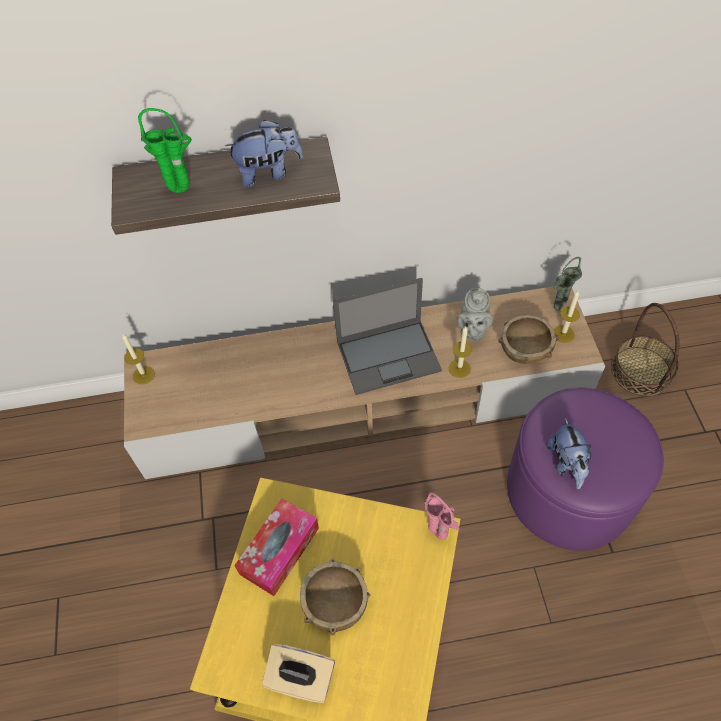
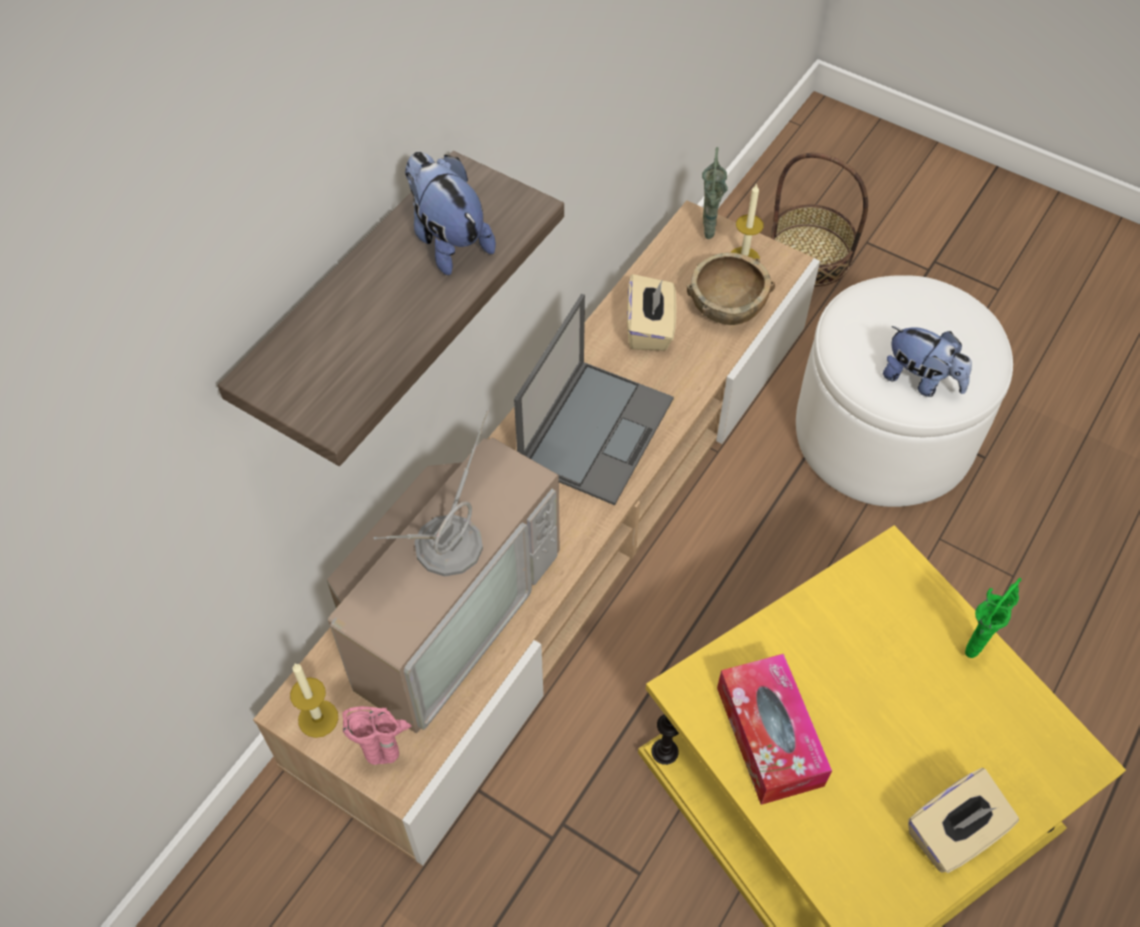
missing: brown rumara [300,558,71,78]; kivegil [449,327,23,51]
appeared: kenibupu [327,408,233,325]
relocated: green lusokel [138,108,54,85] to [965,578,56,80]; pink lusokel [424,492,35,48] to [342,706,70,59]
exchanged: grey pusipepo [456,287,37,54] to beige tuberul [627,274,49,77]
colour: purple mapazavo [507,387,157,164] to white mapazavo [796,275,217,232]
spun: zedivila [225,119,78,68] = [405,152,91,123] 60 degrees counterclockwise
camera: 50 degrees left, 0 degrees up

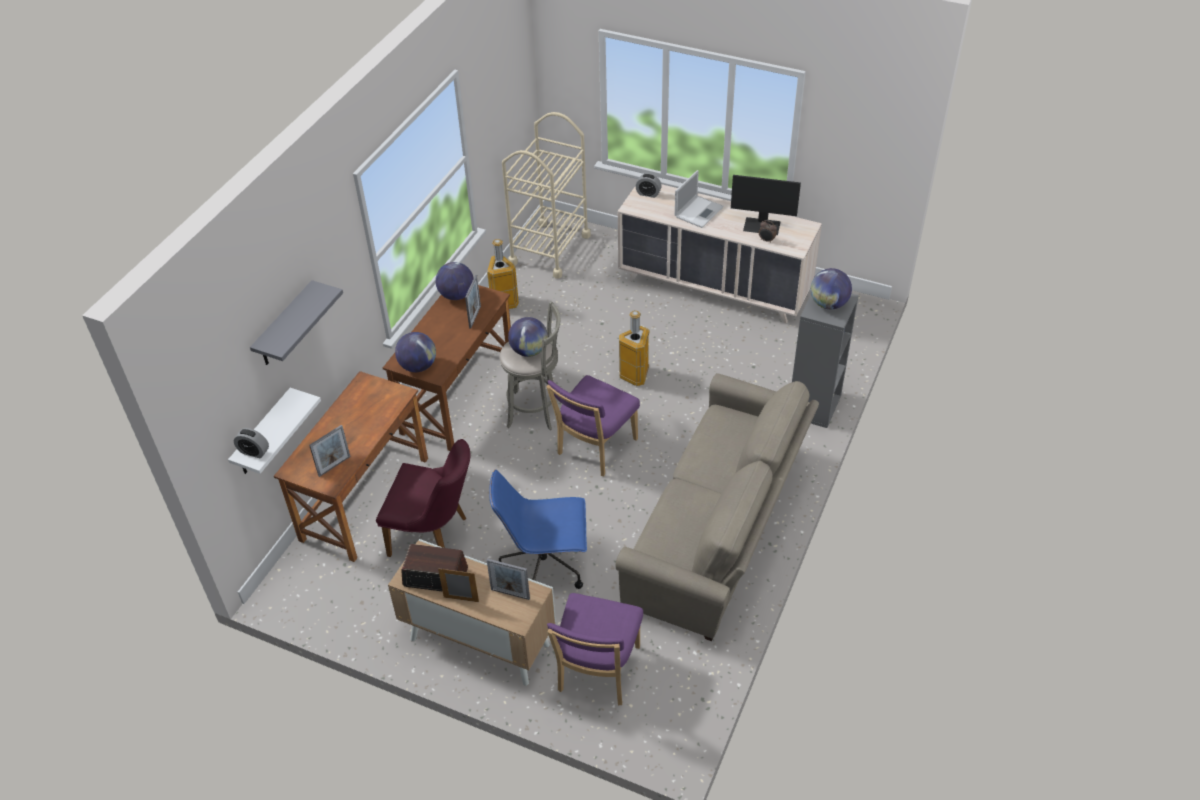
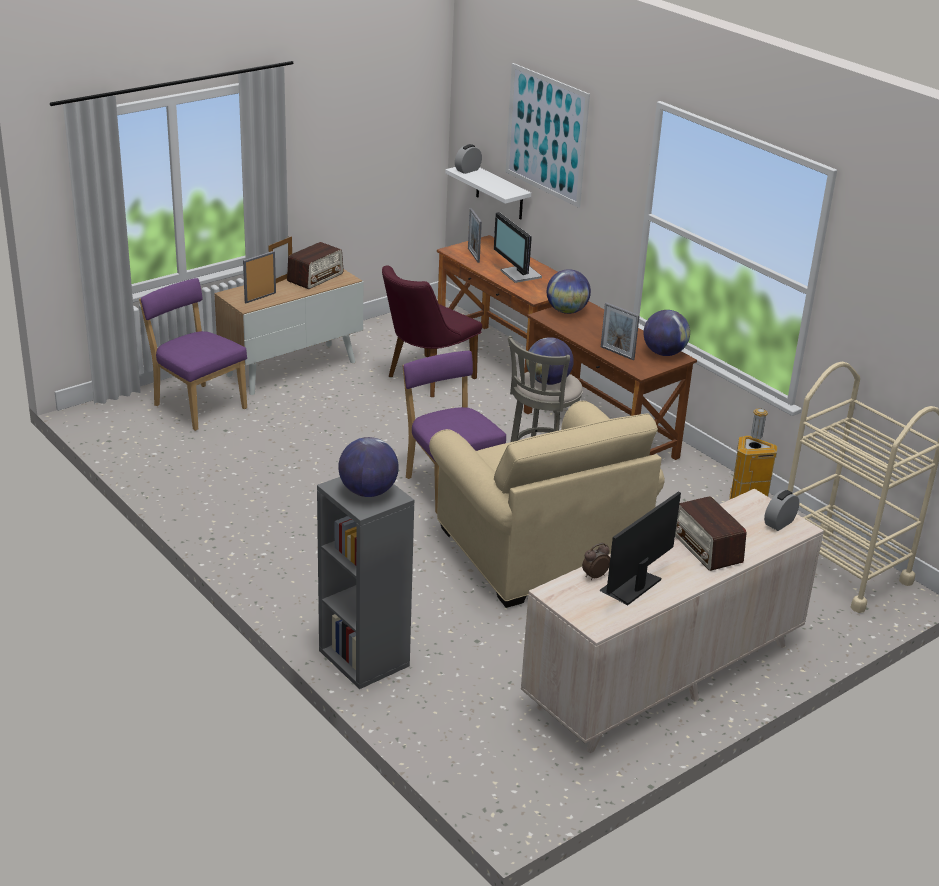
missing: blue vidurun [489,469,98,120]; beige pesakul [615,373,204,268]
appeared: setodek [494,212,48,71]
exchanged: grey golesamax [250,280,93,85] to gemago [505,63,85,145]; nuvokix [619,310,30,76] to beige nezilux [429,401,236,207]; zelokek [675,170,49,58] to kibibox [675,496,71,75]
camera: 115 degrees right, 15 degrees down

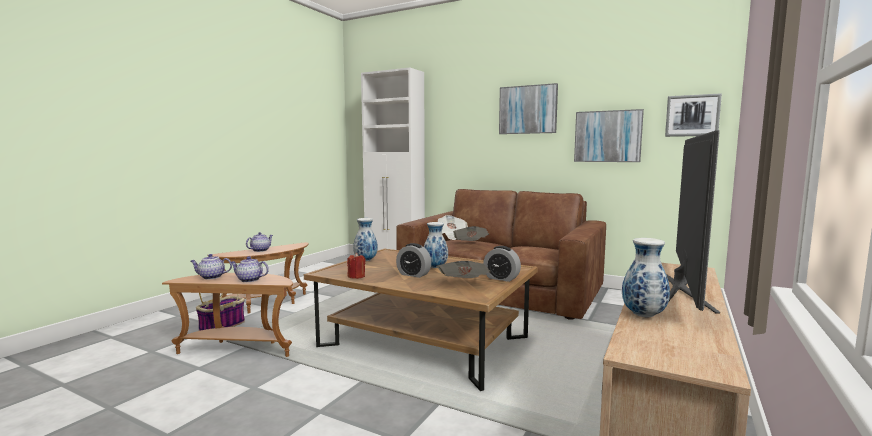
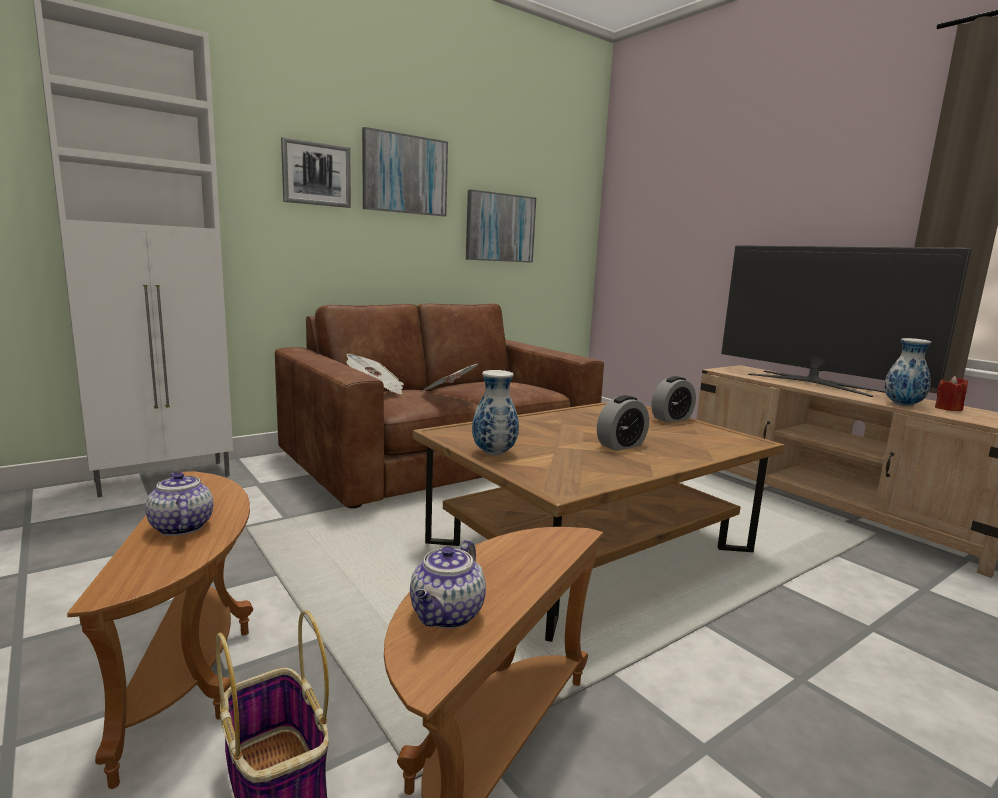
missing: pusipepo [230,256,39,26]; lusokel [424,222,24,46]; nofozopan [436,261,55,17]
relocated: red kivegil [347,253,19,26] to [935,376,33,35]; gemago [665,93,57,44] to [281,137,70,71]
camera: 65 degrees left, 5 degrees up

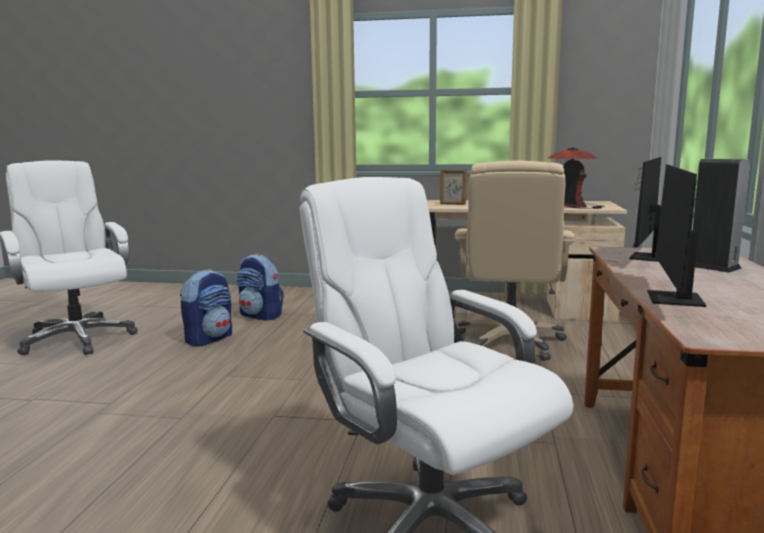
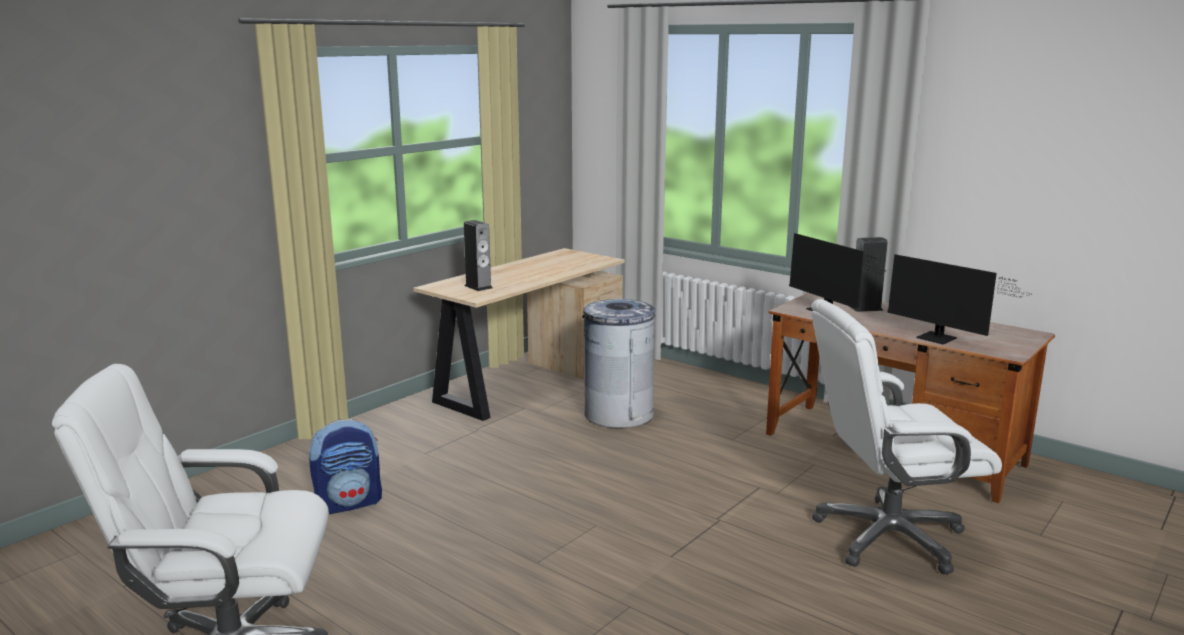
missing: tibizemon [180,269,52,78]; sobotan [548,147,57,62]
exchanged: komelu [440,169,27,36] to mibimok [464,220,28,71]; beige vidurun [455,160,121,201] to grey nuvokix [583,299,73,129]
camera: 60 degrees left, 5 degrees up

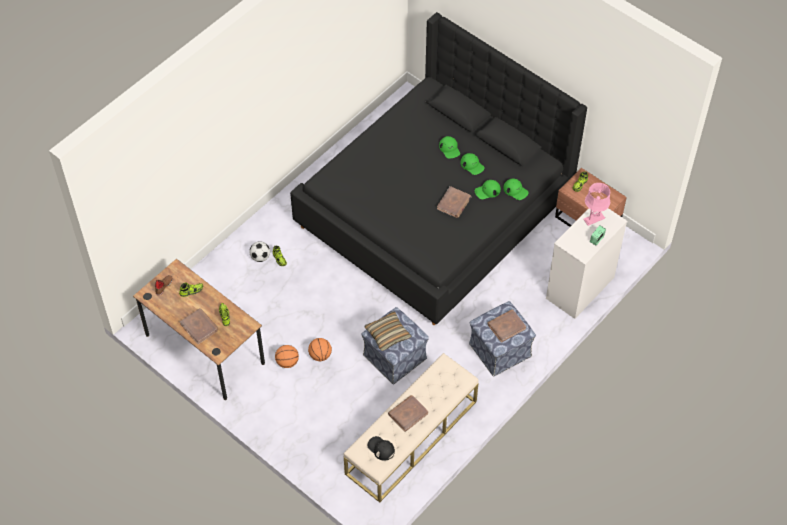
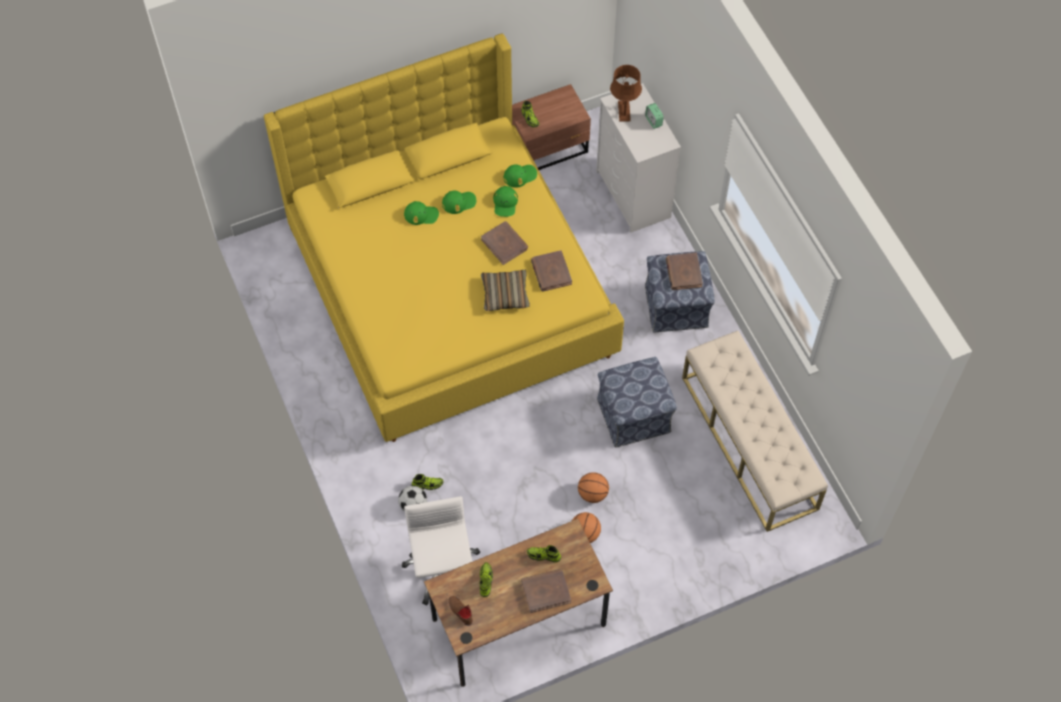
missing: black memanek [367,436,28,25]
appeared: white vidurun [402,496,78,109]
relocated: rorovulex [365,312,47,39] to [481,270,49,41]; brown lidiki [388,395,40,37] to [531,250,41,42]
colour: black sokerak [290,12,297,313] to yellow sokerak [264,33,360,409]; pink sobotan [583,183,27,43] to brown sobotan [610,65,32,57]
camera: 65 degrees left, 5 degrees up

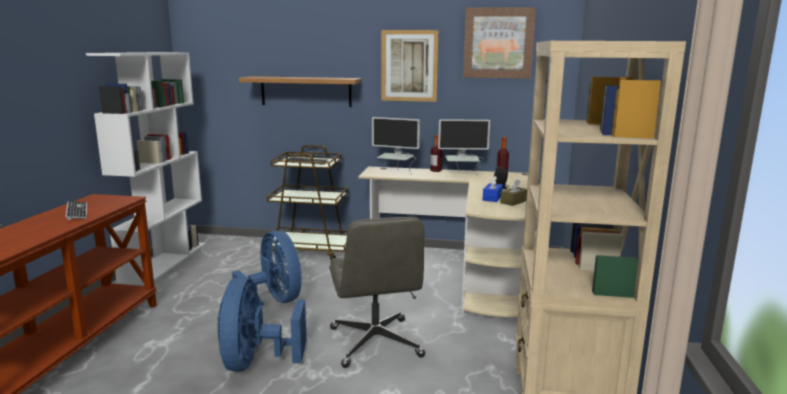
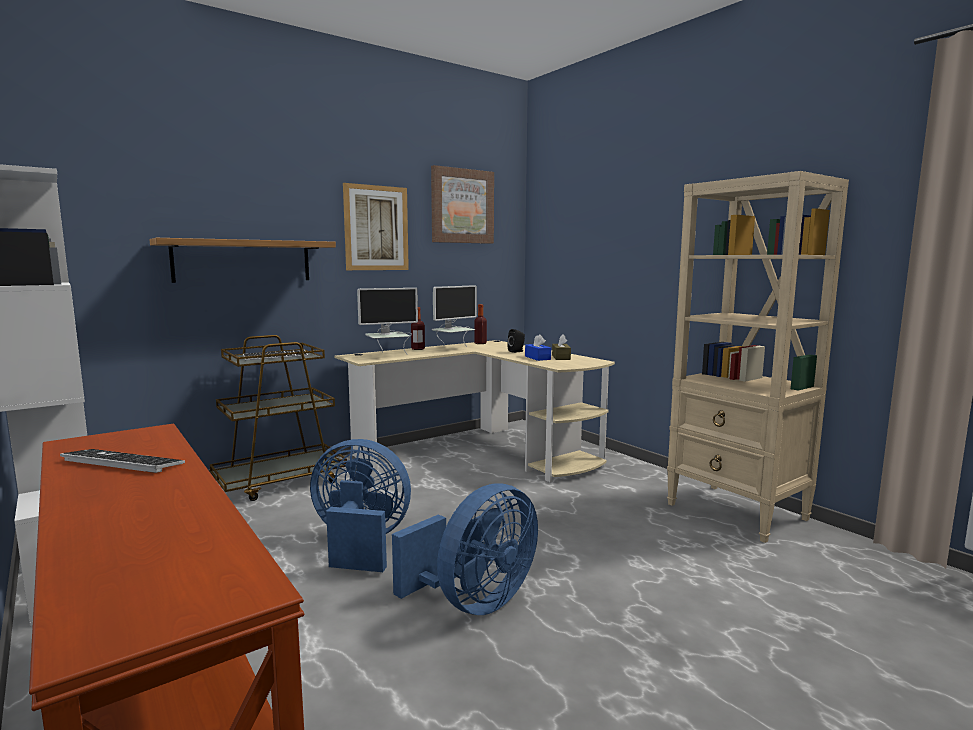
missing: grey vidurun [330,217,95,151]
spun: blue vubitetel [217,277,90,95] = [392,483,146,132] 90 degrees counterclockwise
camera: 45 degrees left, 5 degrees down

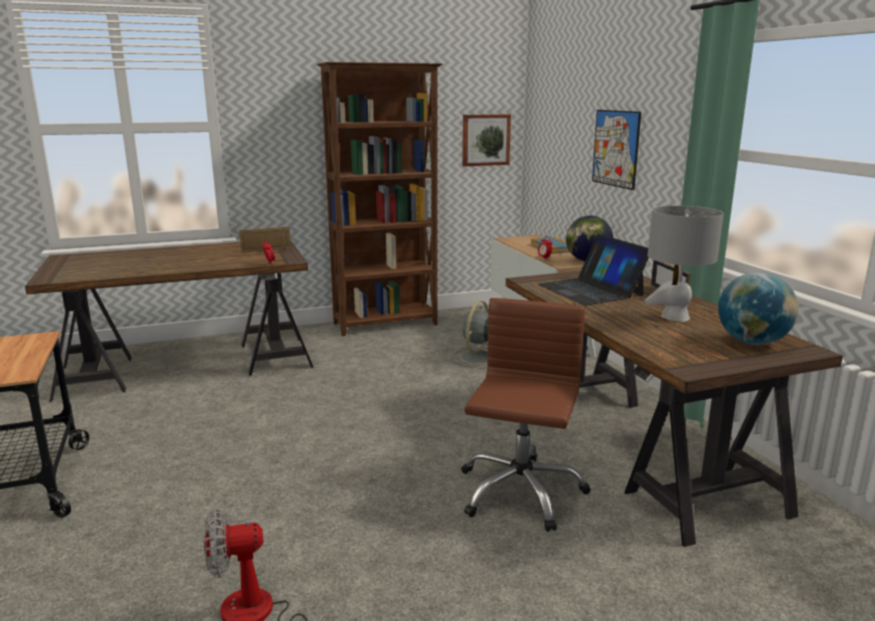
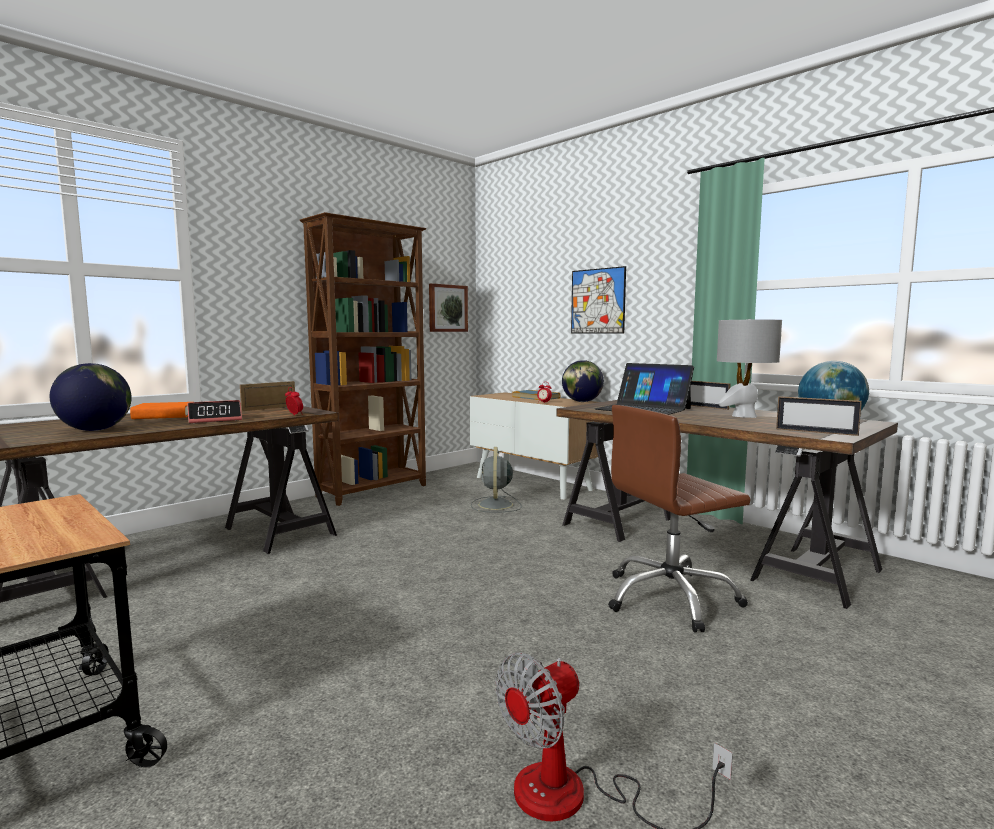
appeared: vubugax [50,363,81,68]; orange lidiki [130,402,59,17]; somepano [187,400,55,23]; komelu [776,396,86,40]
spun: brown vidurun [461,298,130,234] = [608,405,143,227] 105 degrees counterclockwise
camera: 25 degrees left, 10 degrees down

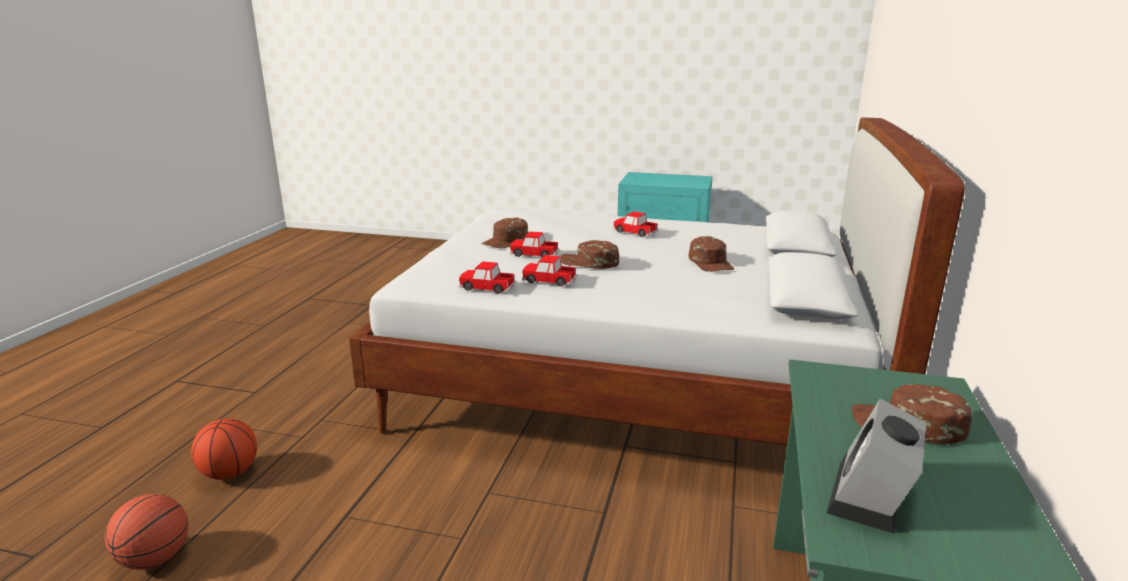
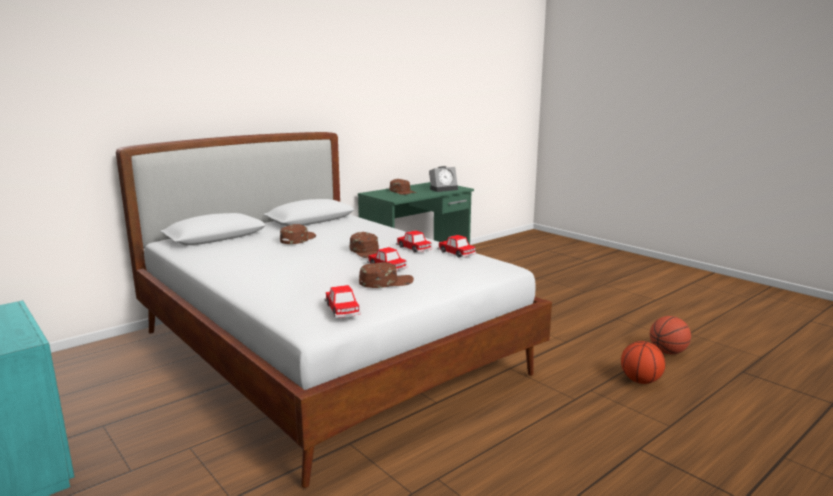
relocated: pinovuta [613,211,46,26] to [325,285,36,33]
camera: 145 degrees left, 5 degrees down

